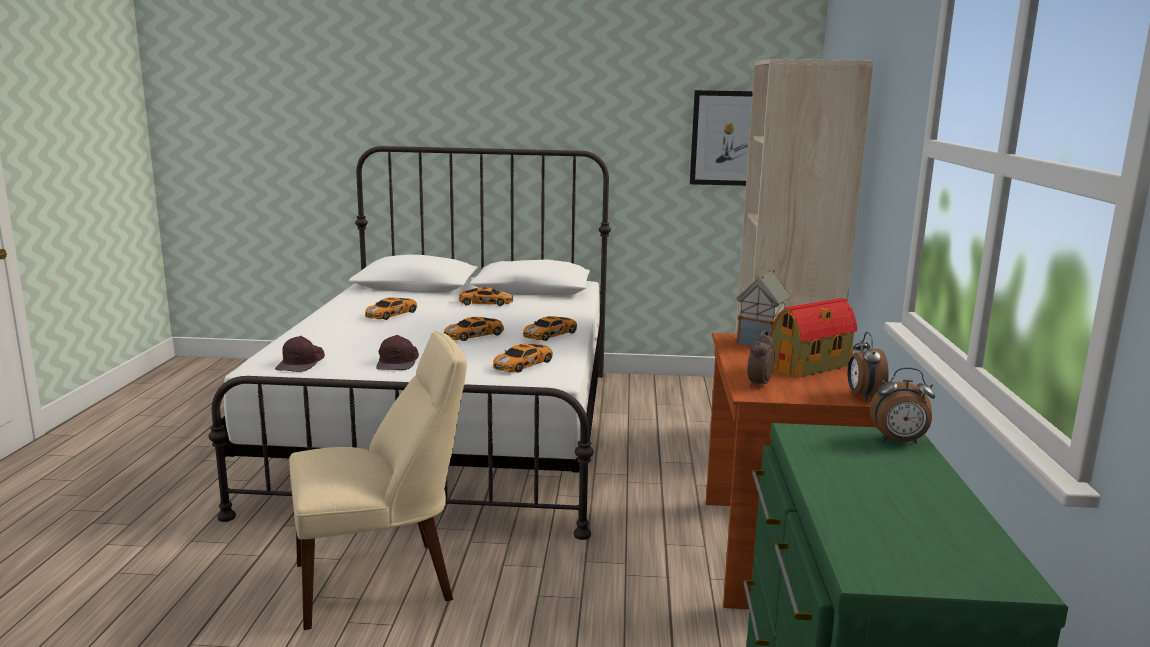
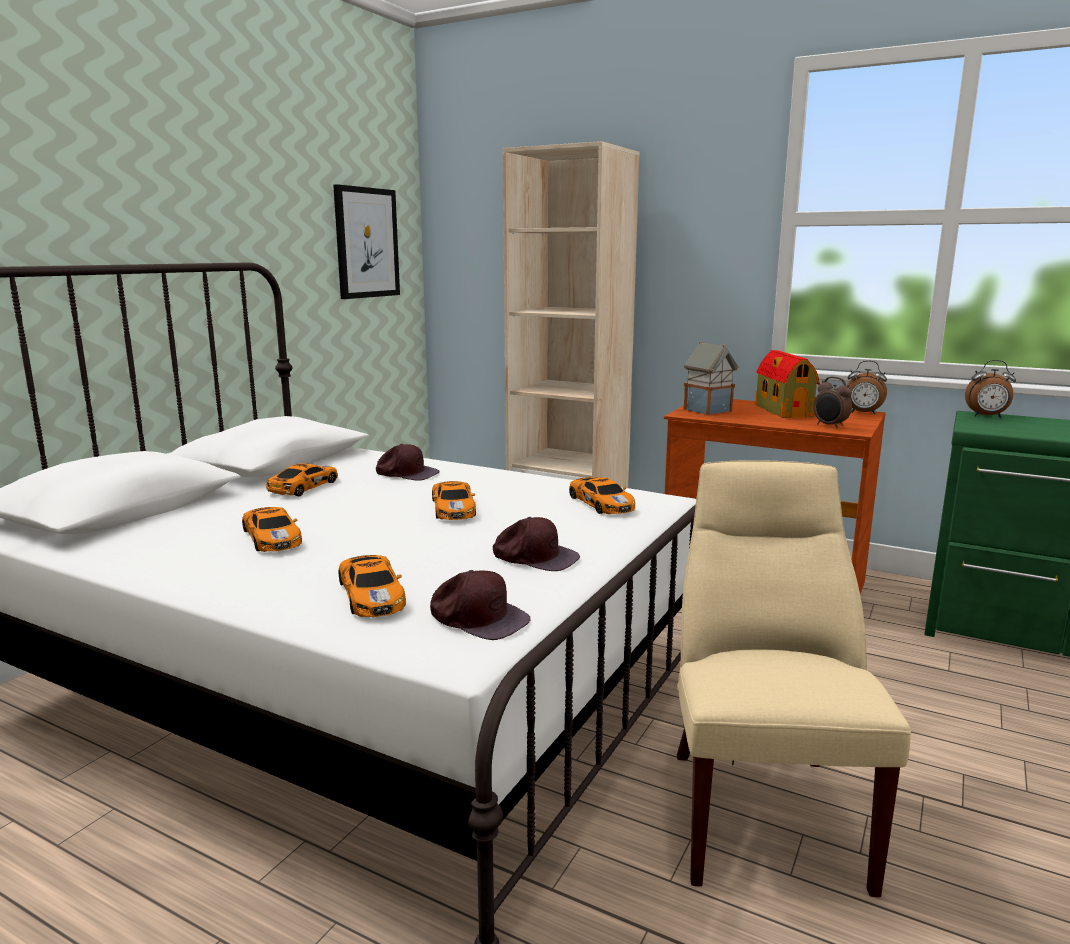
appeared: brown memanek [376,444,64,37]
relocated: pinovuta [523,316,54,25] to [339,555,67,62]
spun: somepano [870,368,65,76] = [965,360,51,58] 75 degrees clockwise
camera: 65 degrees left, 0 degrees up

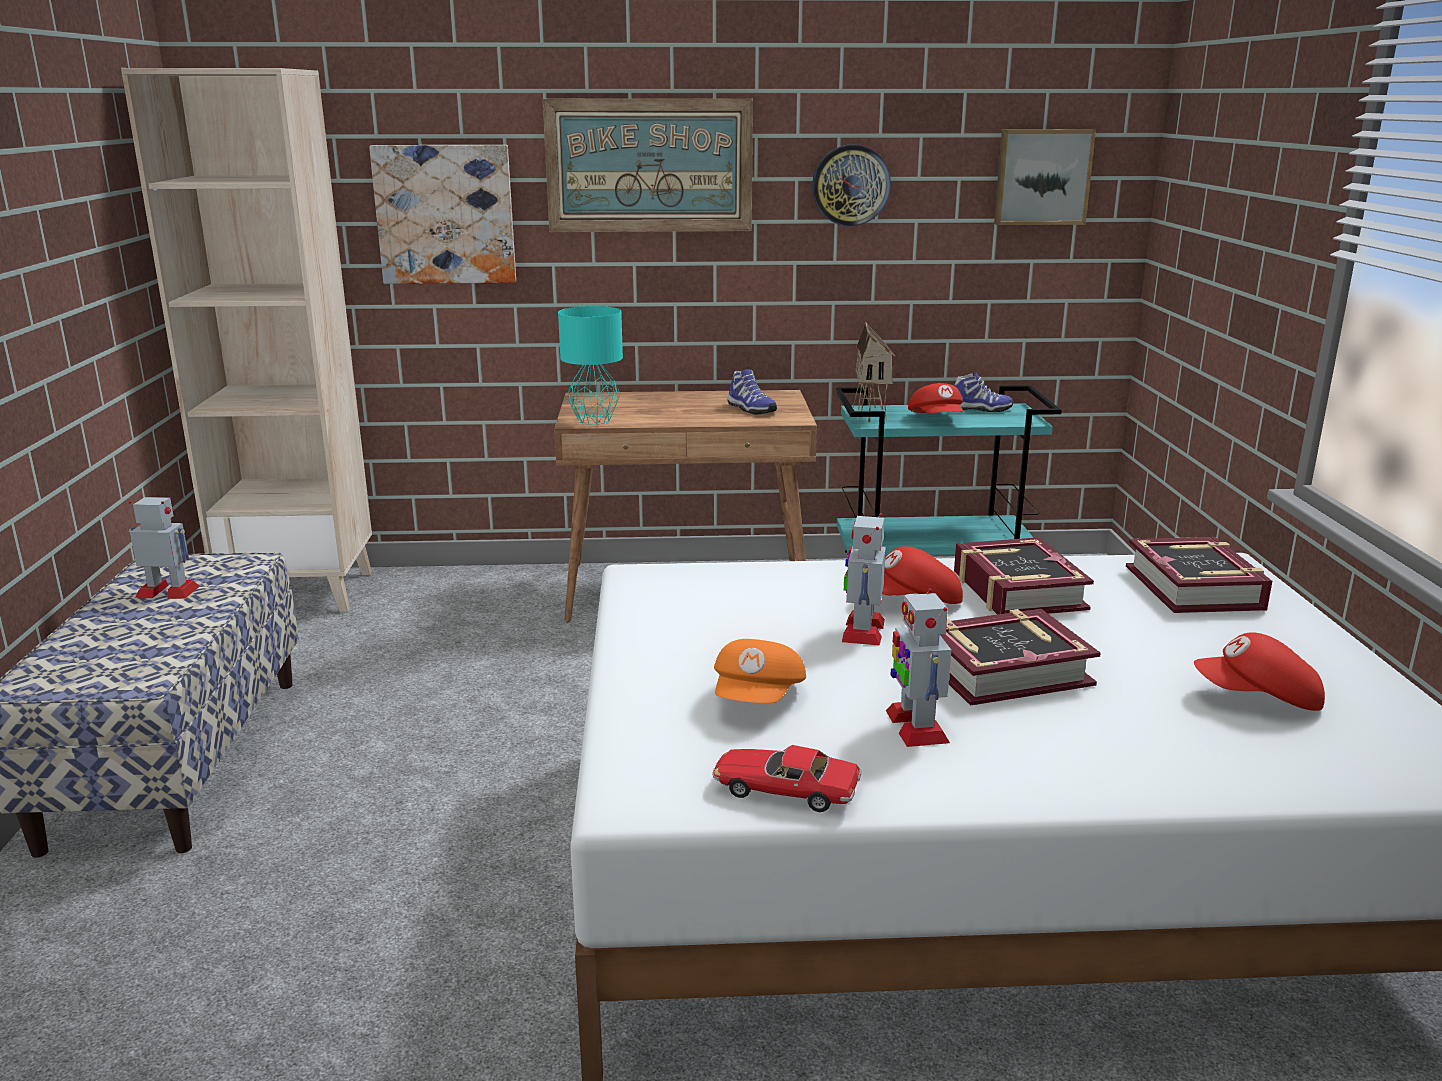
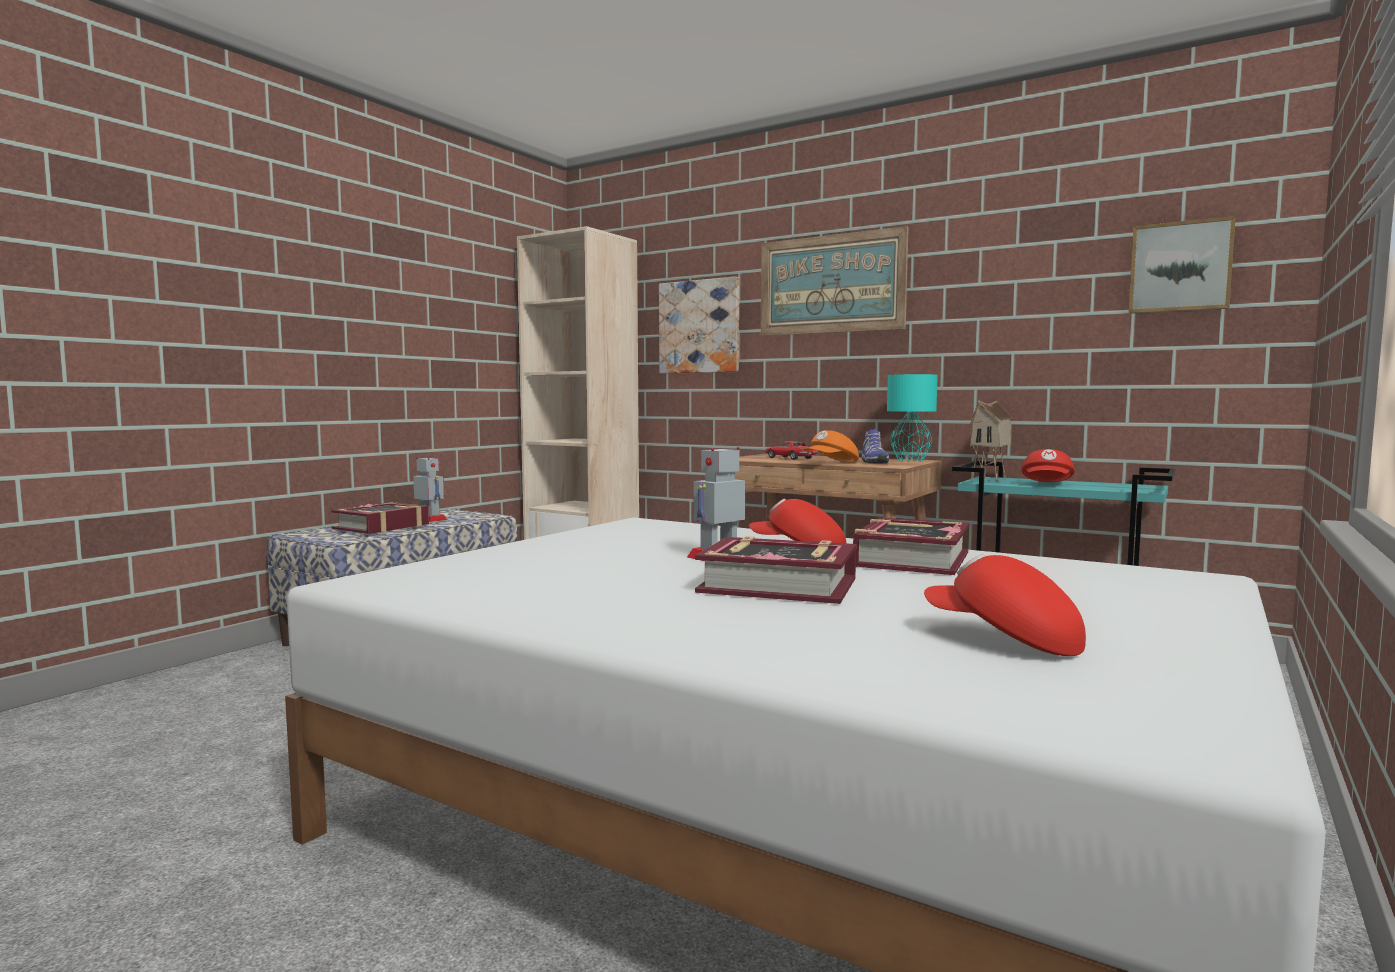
missing: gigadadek [812,145,79,81]; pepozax [886,588,65,159]; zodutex [955,372,58,40]
relocated: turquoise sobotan [558,306,65,119] to [887,374,51,88]; pinovuta [712,745,150,67] to [765,441,53,19]; orange memanek [714,639,92,64] to [803,430,56,32]; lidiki [1126,537,146,76] to [331,502,98,32]
camera: 35 degrees right, 15 degrees down

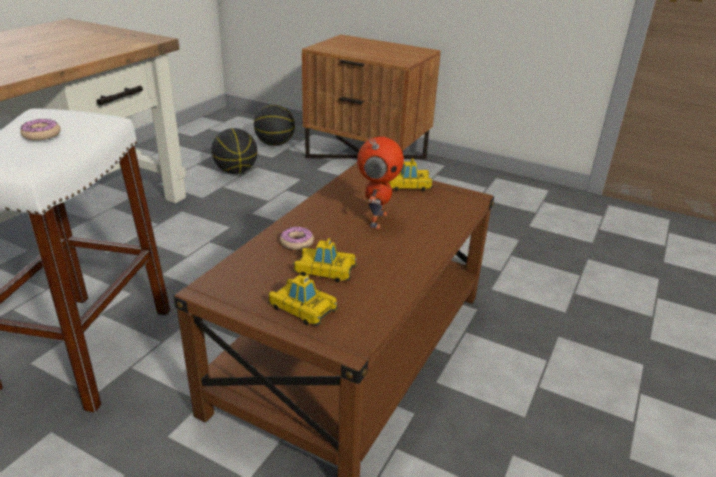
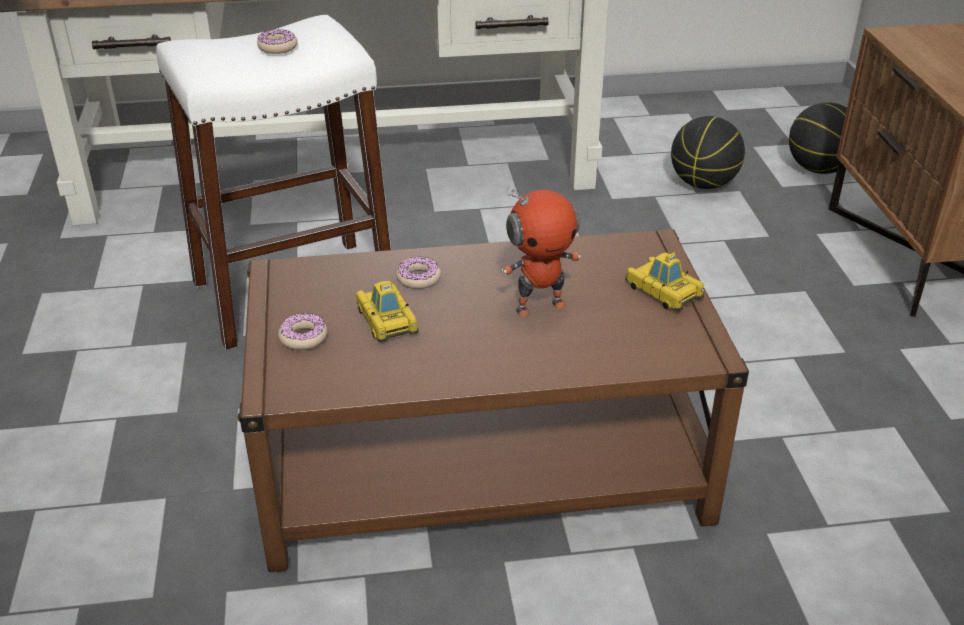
exchanged: pinovuta [269,275,69,51] to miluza [278,313,49,37]
camera: 55 degrees right, 5 degrees up

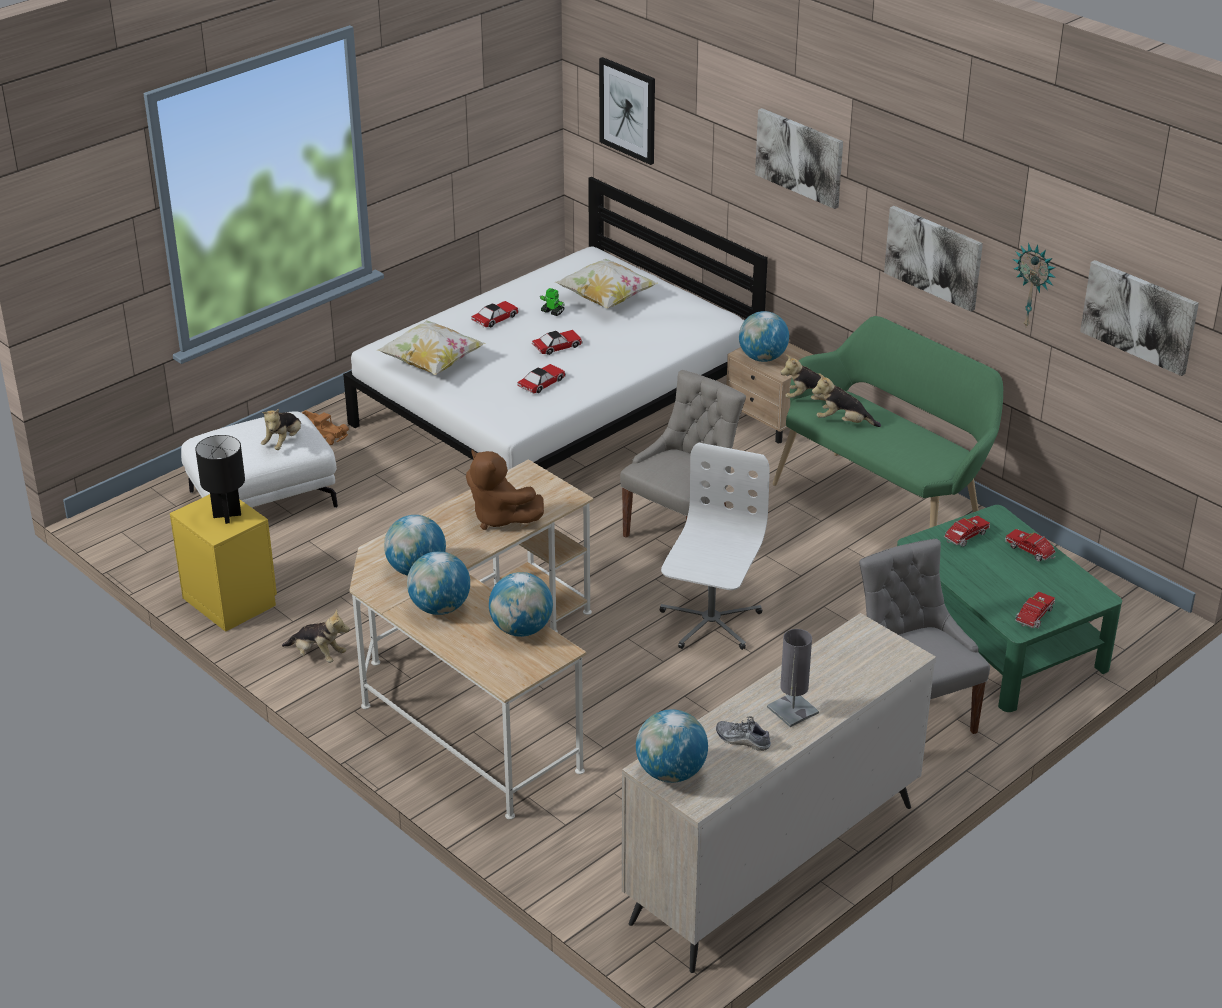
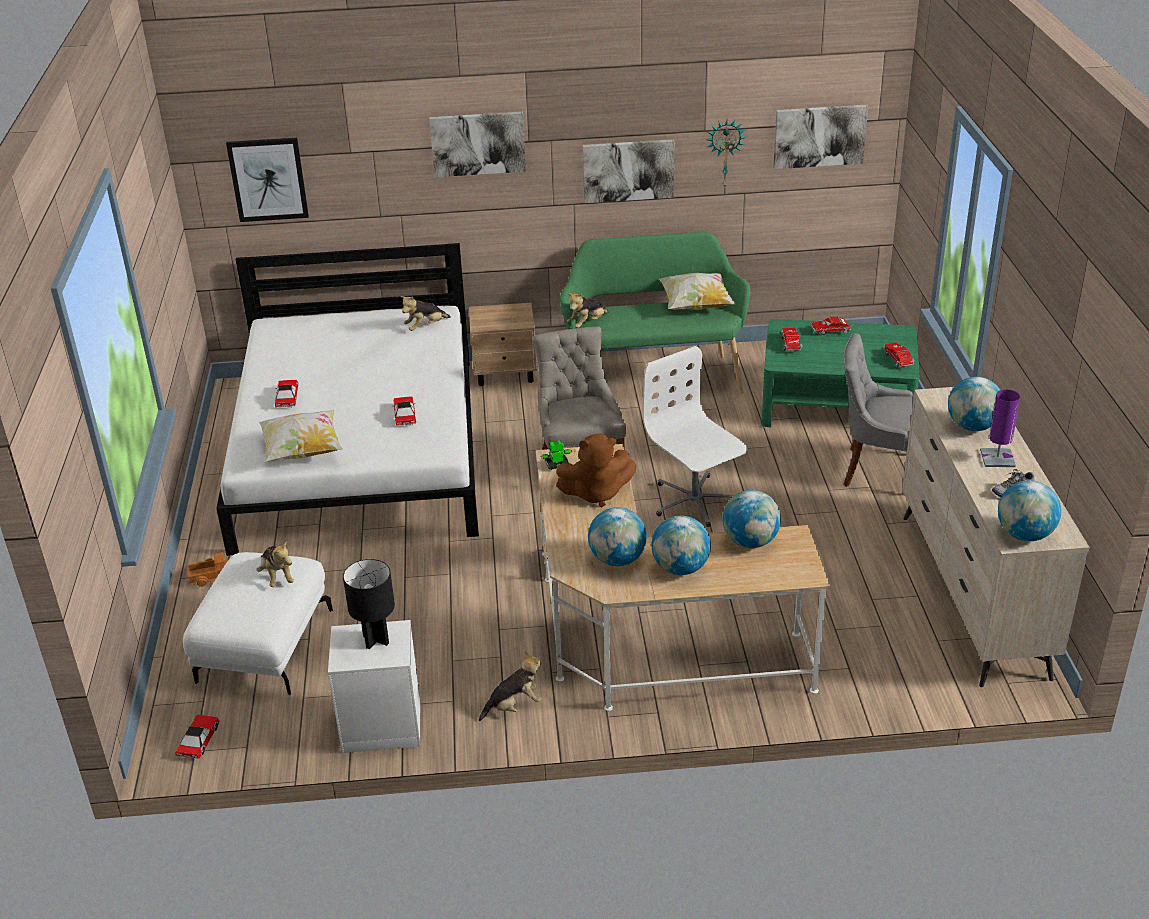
relocated: pinovuta [532,330,51,25] to [176,715,44,45]; pepozax [540,288,25,28] to [540,441,32,29]; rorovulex [555,259,103,49] to [659,273,77,37]; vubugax [739,311,50,51] to [948,377,52,54]; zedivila [812,373,69,54] to [400,296,51,35]
colour: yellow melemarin [170,494,107,138] to white melemarin [328,620,92,133]; grey sobotan [767,629,52,98] to purple sobotan [980,389,40,78]
camera: 50 degrees left, 0 degrees up

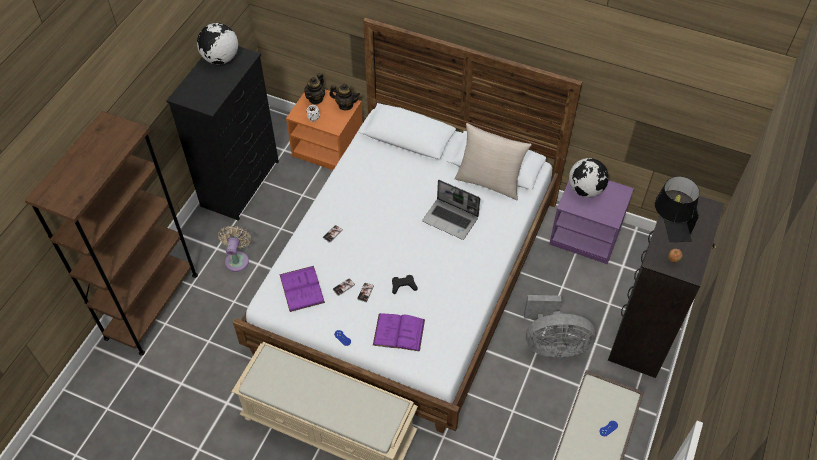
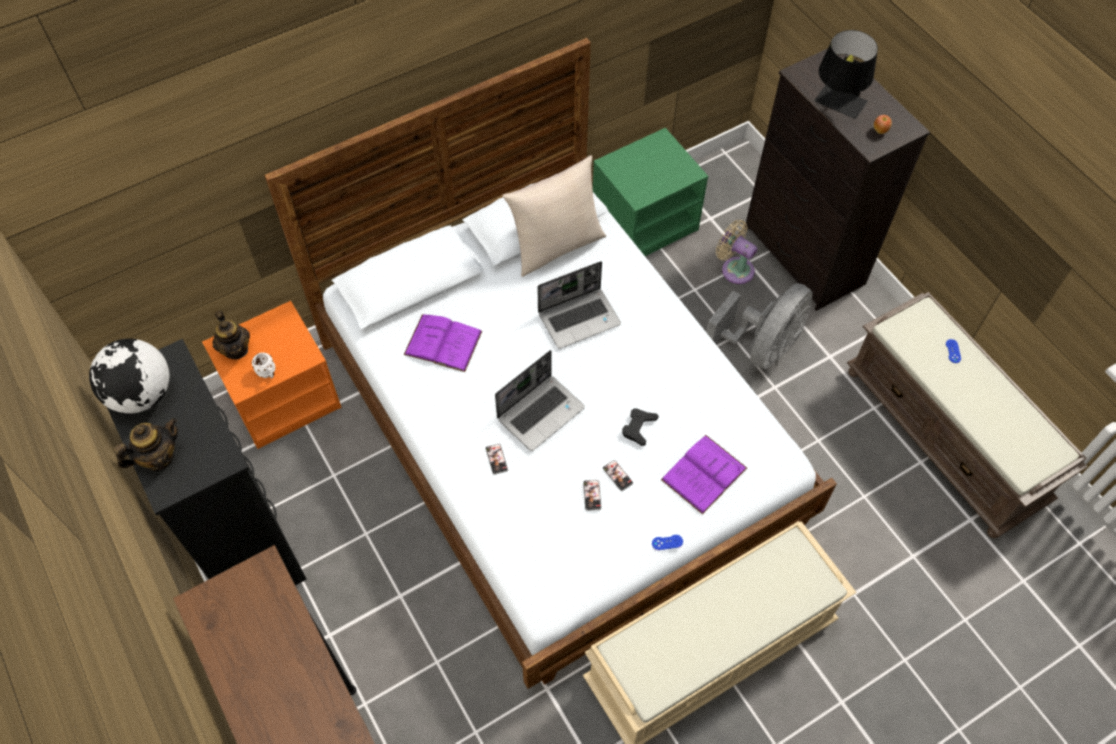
missing: vubugax [569,158,40,39]
appeared: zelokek [495,350,90,101]
relocated: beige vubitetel [218,226,33,46] to [716,220,42,64]; purple lidiki [279,266,46,46] to [404,314,78,58]; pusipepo [329,84,31,26] to [114,418,64,53]
colour: purple melemarin [549,180,85,84] to green melemarin [593,128,115,128]
camera: 55 degrees left, 5 degrees up

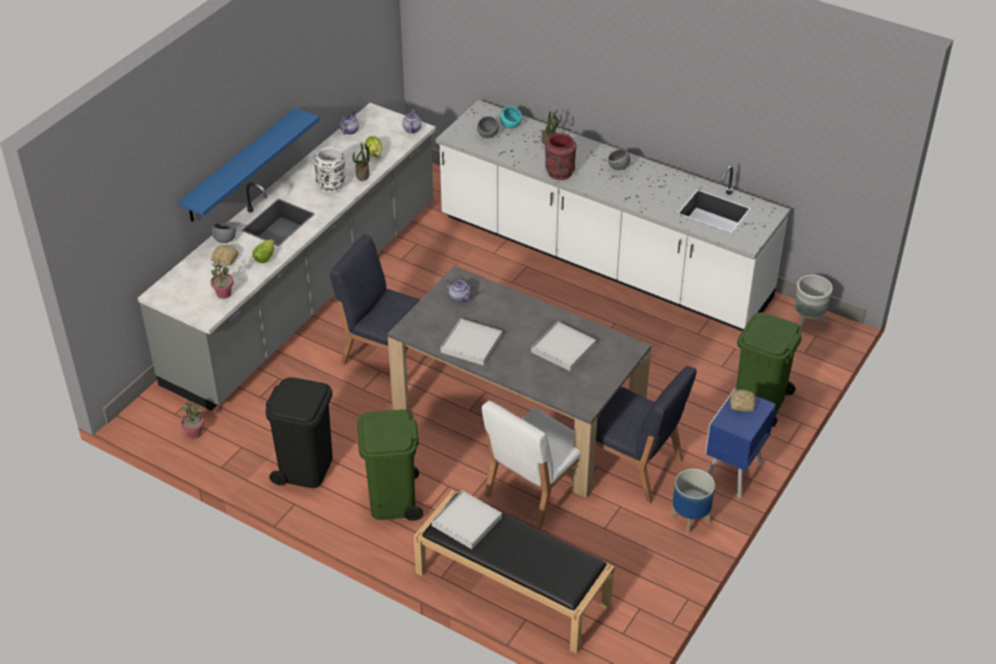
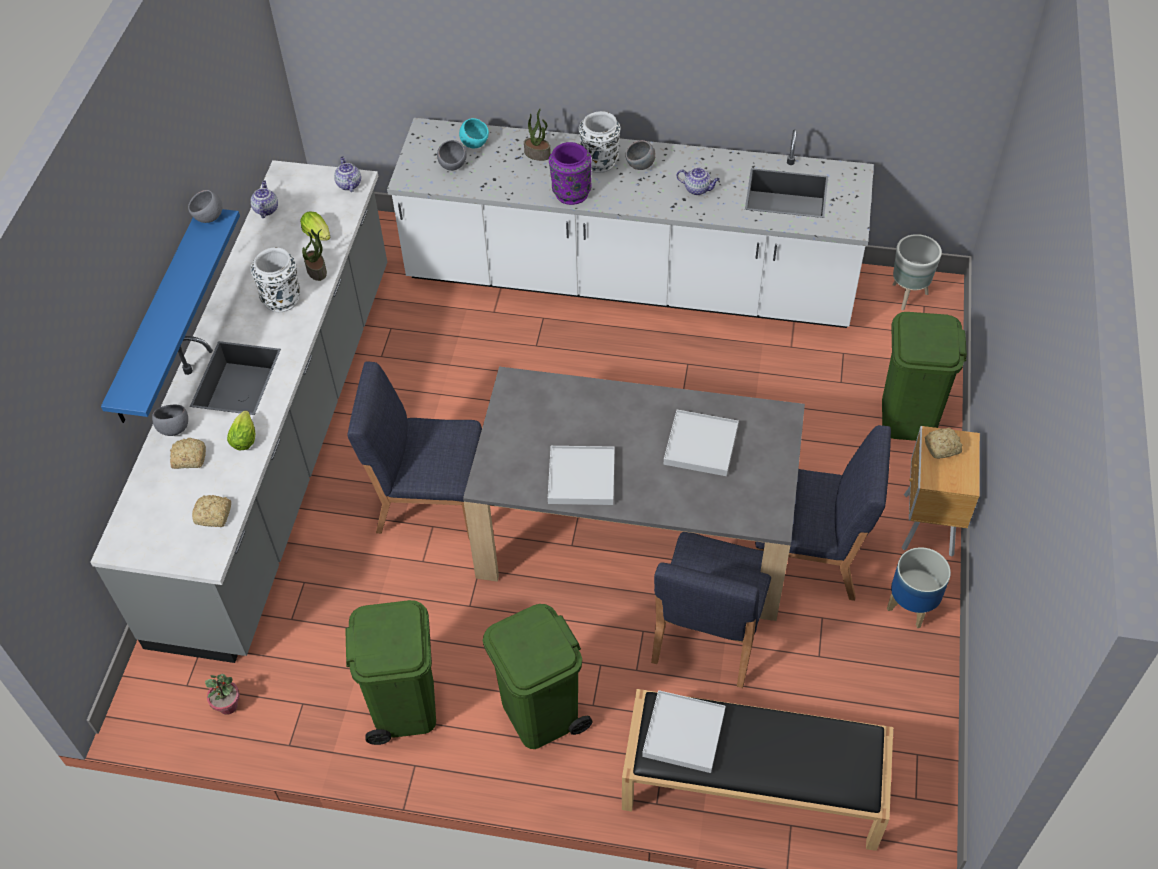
appeared: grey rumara [188,190,35,33]; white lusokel [579,111,41,62]
relocated: pusipepo [446,279,27,23] to [677,167,43,28]
exchanged: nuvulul [210,258,24,41] to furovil [192,495,39,32]
colour: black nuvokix [265,377,68,111] to green nuvokix [345,600,91,145]; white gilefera [482,401,99,129] to blue gilefera [651,532,120,156]; red lusokel [545,133,31,47] to purple lusokel [549,142,43,63]; blue melemarin [705,388,71,110] to brown melemarin [902,426,78,131]
camera: 20 degrees left, 10 degrees up

